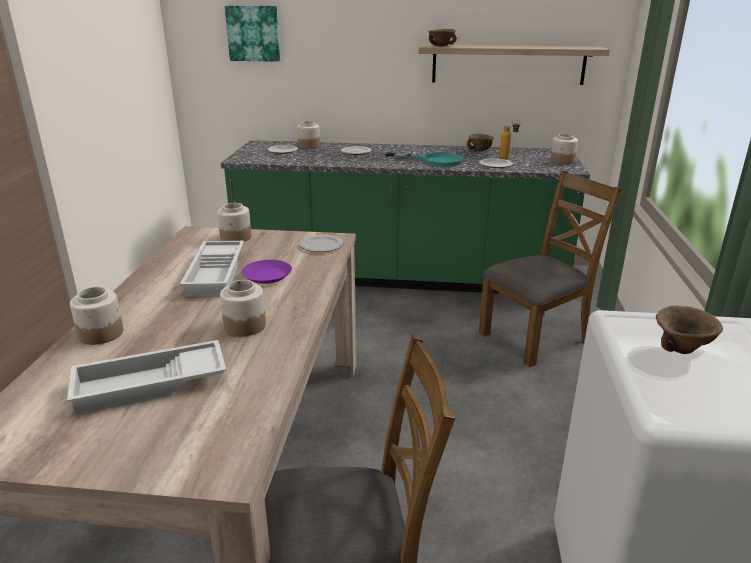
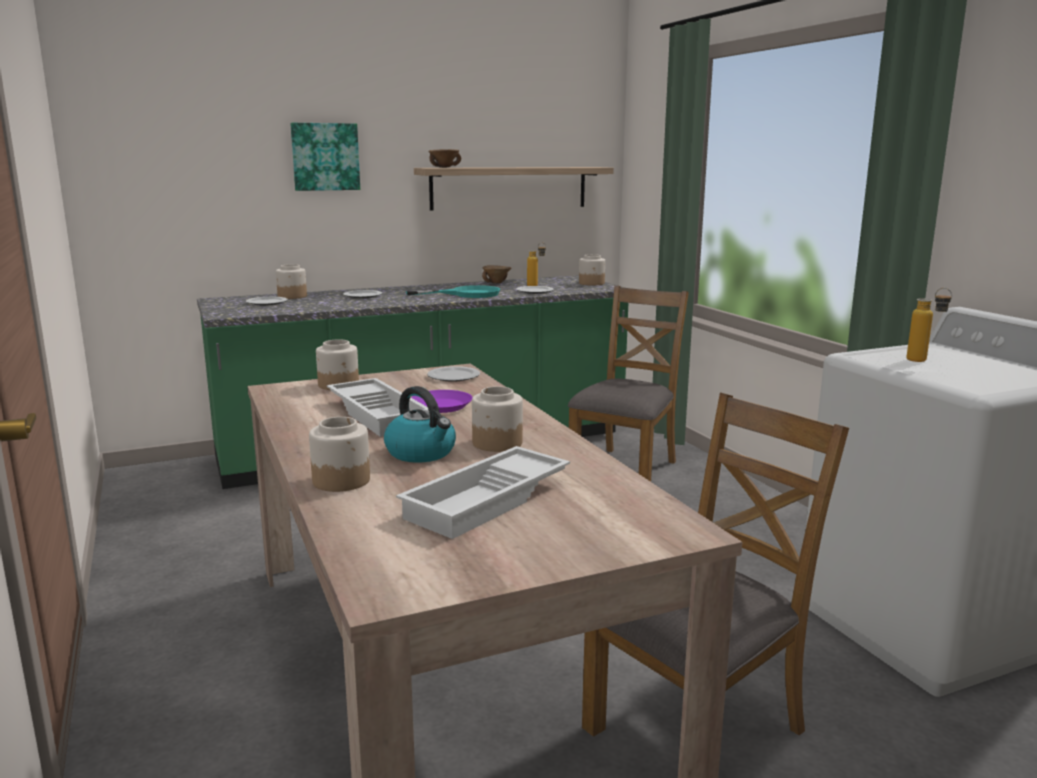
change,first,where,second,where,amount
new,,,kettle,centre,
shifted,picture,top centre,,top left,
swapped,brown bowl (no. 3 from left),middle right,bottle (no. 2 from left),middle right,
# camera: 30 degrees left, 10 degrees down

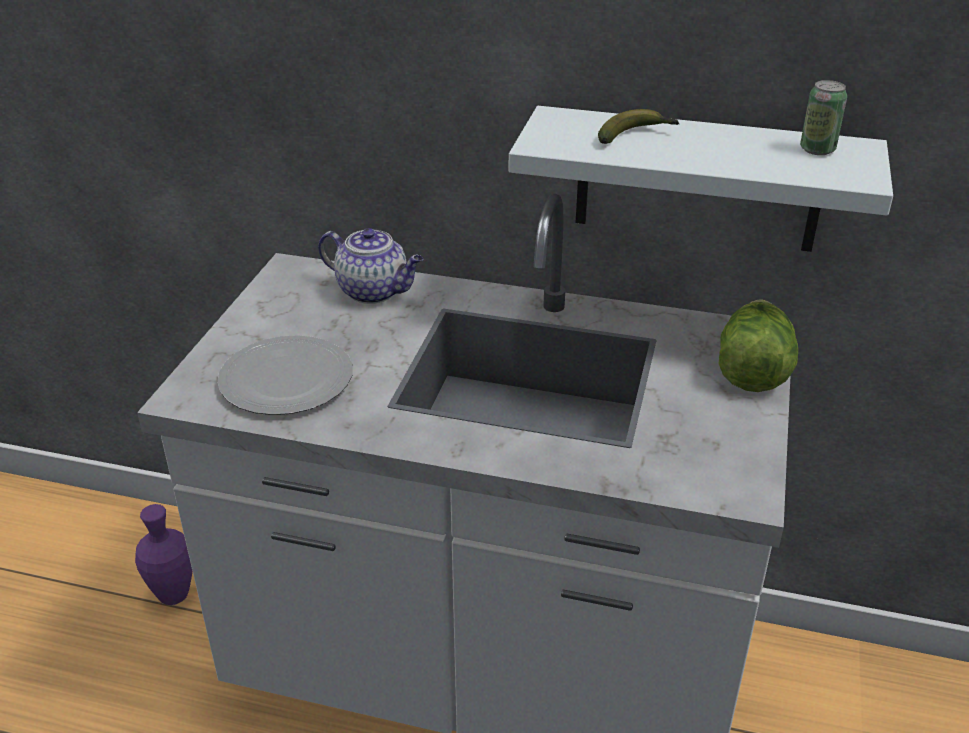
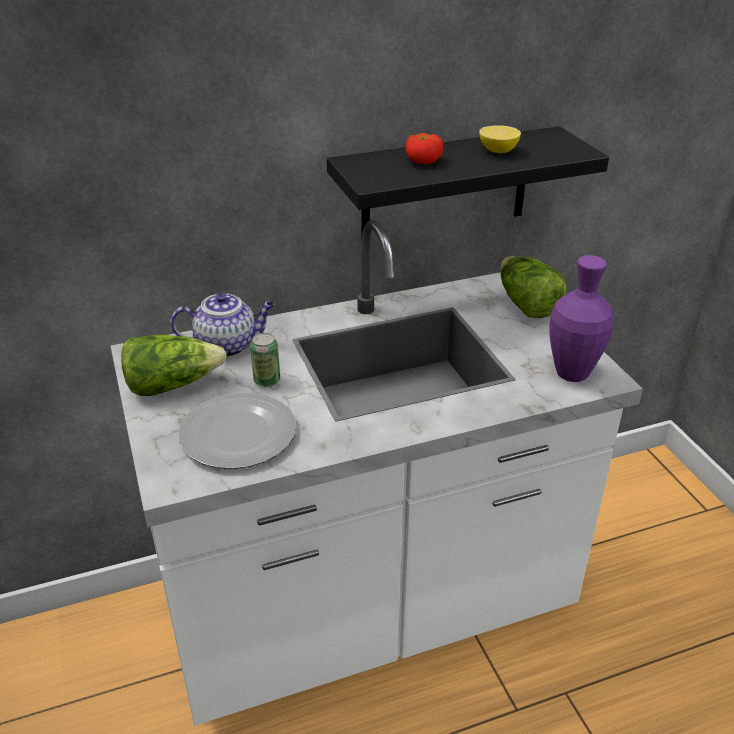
change,first,where,second,where,amount
new,,,lettuce (no. 1 from left),middle left,
new,,,lemon,top right,
shifted,purple vase,bottom left,,middle right,
shifted,can,top right,,centre,
swapped,banana,top centre,tomato,top centre,
repainted,white shelf,top right,black shelf,top centre,
# camera: 35 degrees left, 0 degrees up

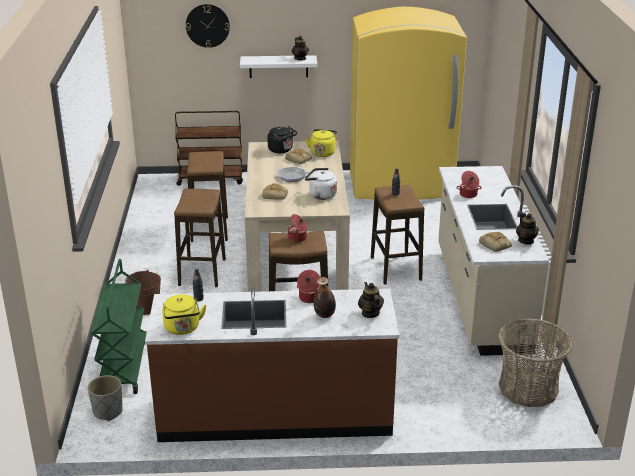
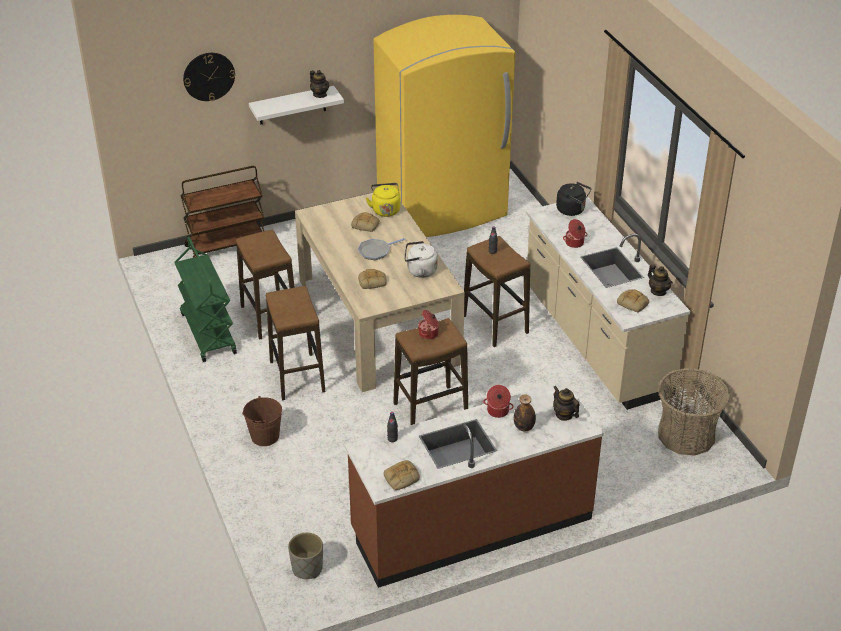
change,first,where,second,where,amount
shifted,green cart,bottom left,,middle left,
shifted,black kettle,top centre,,top right,
swapped,yellow kettle (no. 1 from left),middle left,bread (no. 3 from left),bottom centre,
# camera: 20 degrees left, 10 degrees up

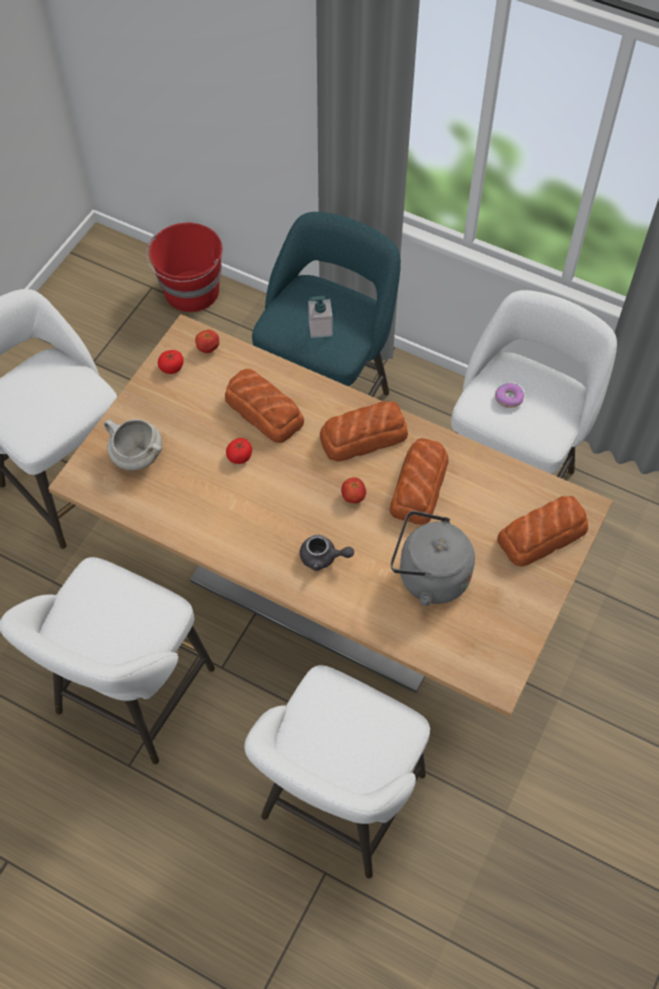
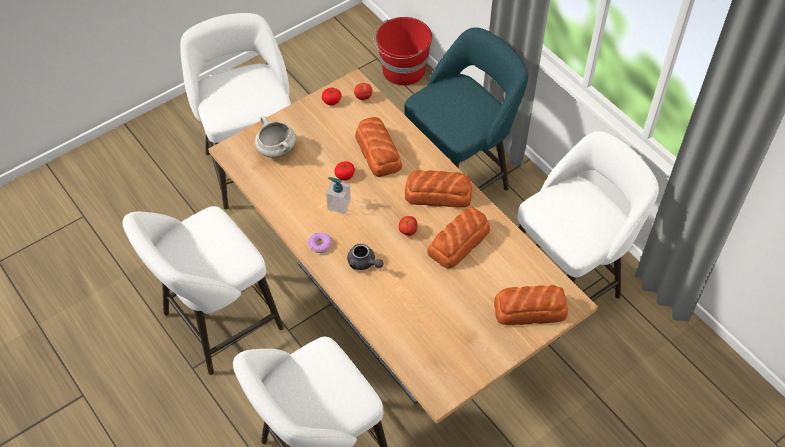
change,first,where,second,where,amount
gone,grey kettle,centre,,,
shifted,soap dispenser,top centre,,centre,
shifted,donut,middle right,,centre,
# camera: 25 degrees right, 5 degrees down

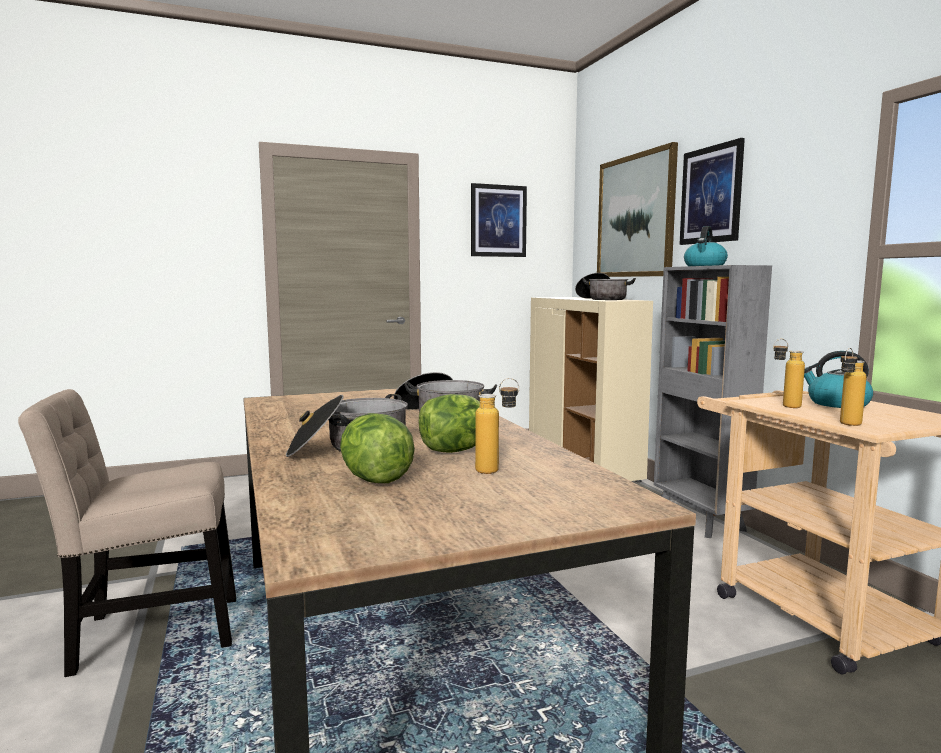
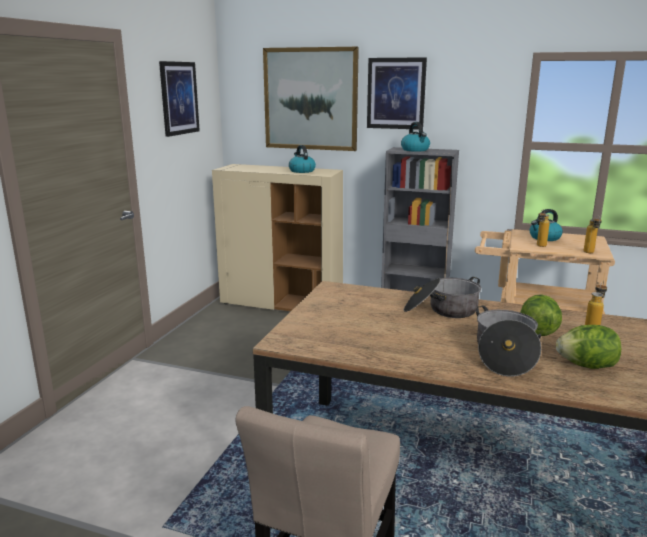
change,first,where,second,where,amount
swapped,cooking pot (no. 3 from left),centre,kettle (no. 1 from left),top centre,
# camera: 50 degrees left, 10 degrees up

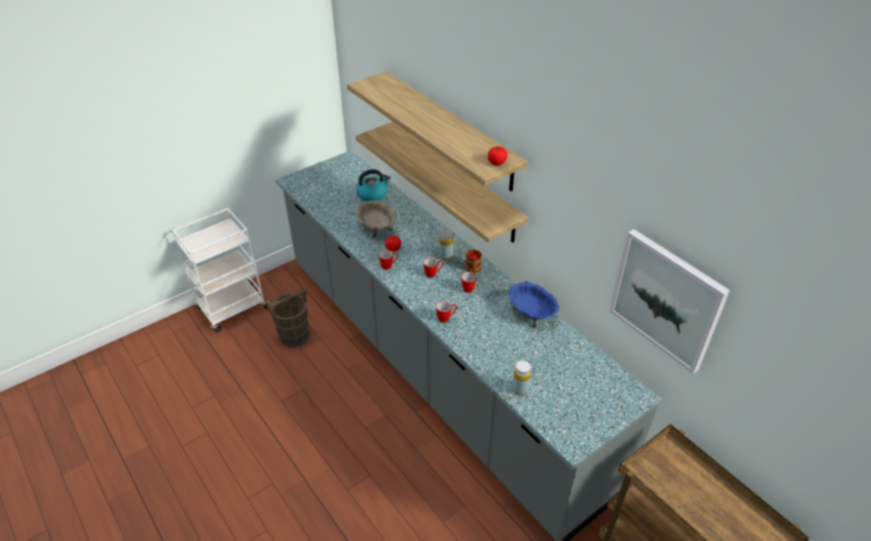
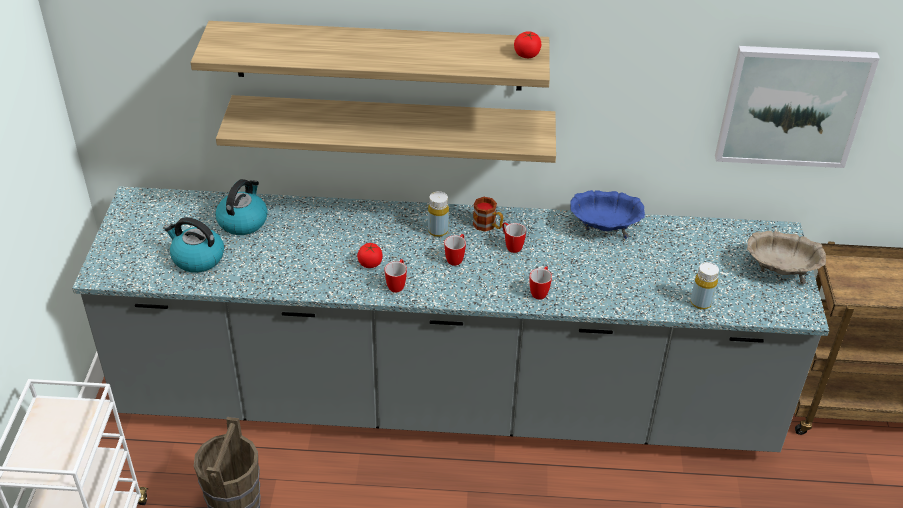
change,first,where,second,where,amount
new,,,kettle (no. 1 from left),middle left,
shifted,beige bowl,centre,,middle right,
# camera: 50 degrees left, 0 degrees up

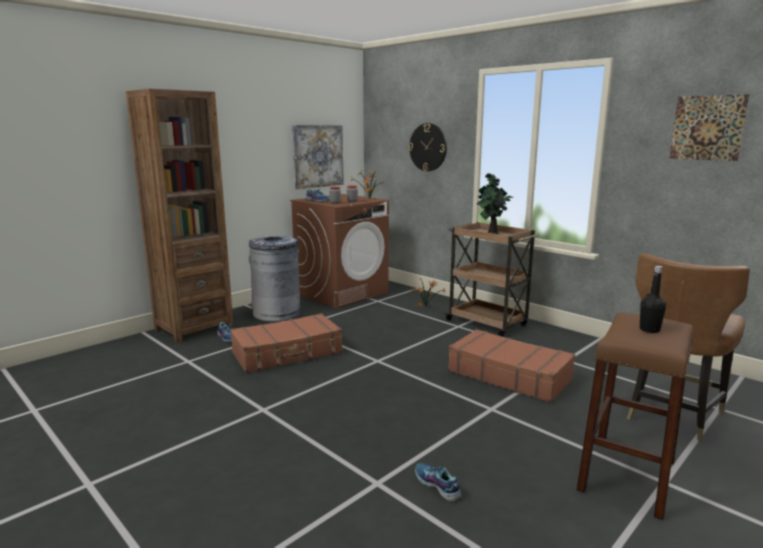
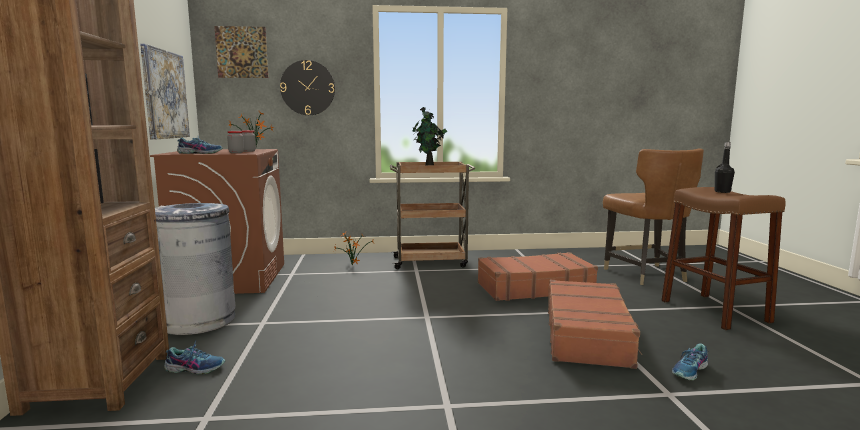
change,first,where,second,where,amount
shifted,brown suitcase (no. 1 from left in the first image),centre,brown suitcase (no. 2 from left),bottom right,
shifted,picture (no. 2 from left),top right,,top left,
rotated,shoe (no. 3 from left),bottom centre,,bottom right,45 degrees counterclockwise
# camera: 50 degrees left, 5 degrees down

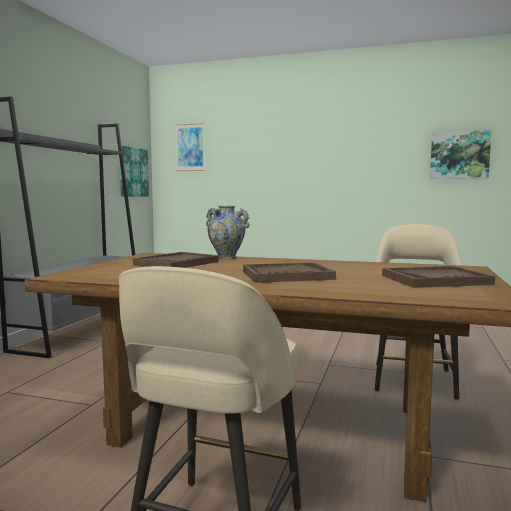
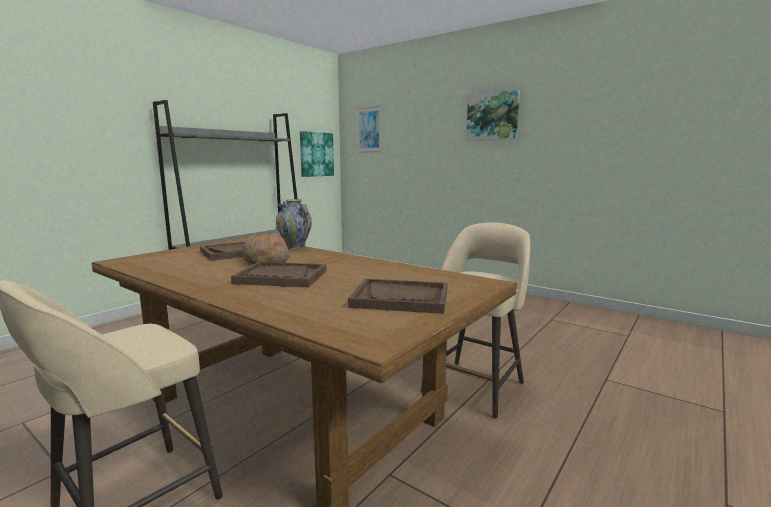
change,first,where,second,where,amount
new,,,bread,centre,
shifted,picture (no. 3 from left),top right,,top centre,
# camera: 20 degrees right, 5 degrees up

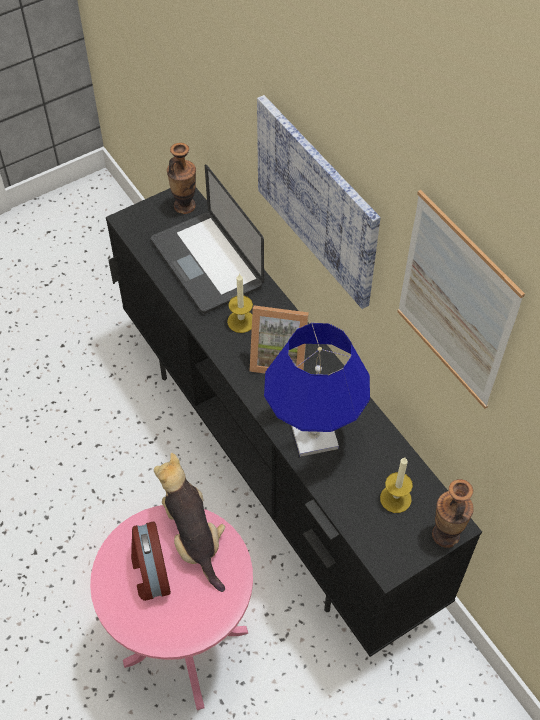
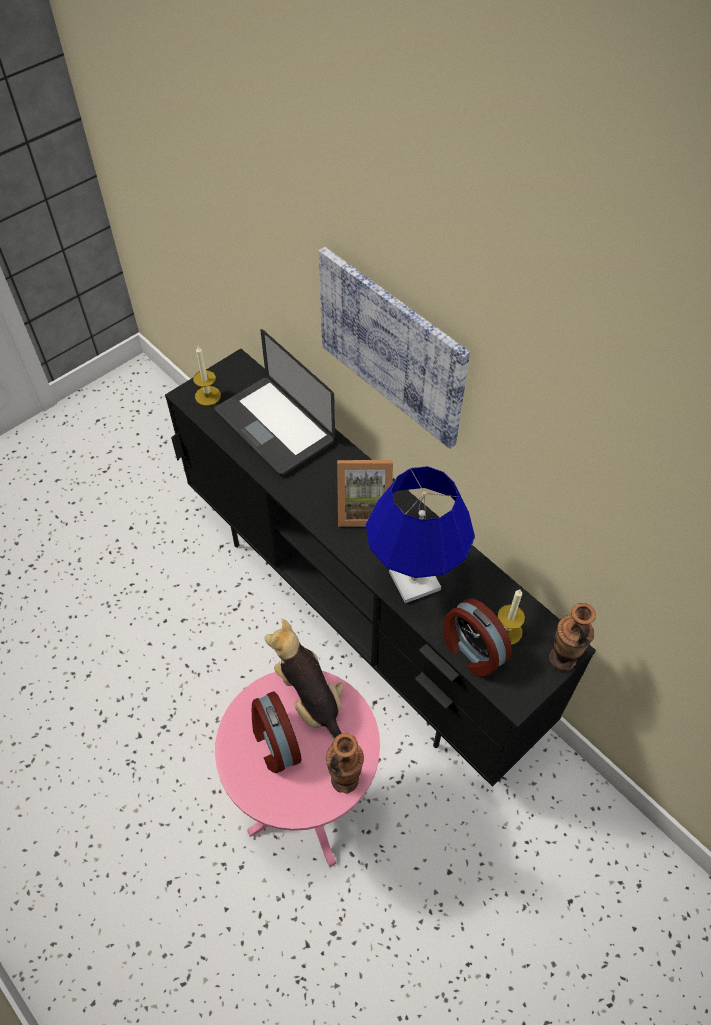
change,first,where,second,where,amount
gone,picture (no. 2 from left),middle right,,,
new,,,alarm clock (no. 2 from left),middle right,
shifted,vase (no. 1 from left),top centre,,bottom centre,
shifted,candle (no. 1 from left),centre,,middle left,
# camera: 10 degrees left, 0 degrees up

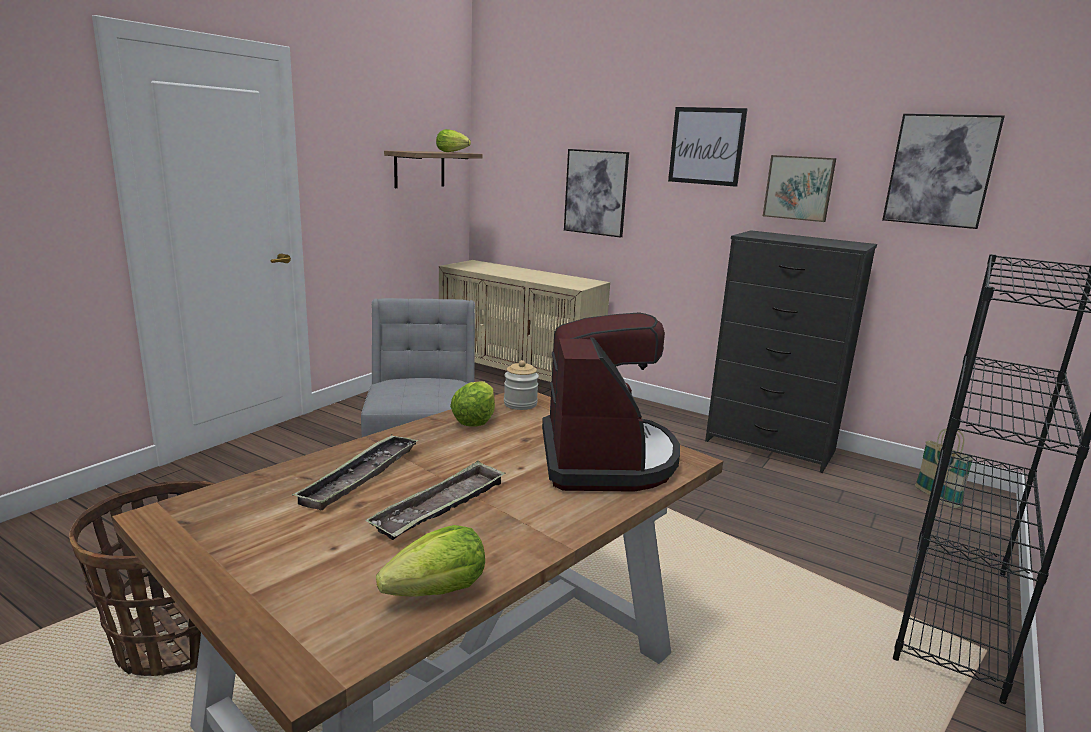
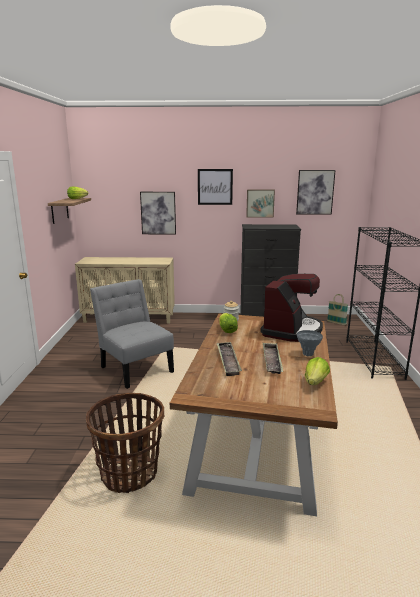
change,first,where,second,where,amount
new,,,grey vase,middle right,
rotated,coffee machine,centre,,middle right,60 degrees clockwise
# camera: 30 degrees left, 0 degrees up

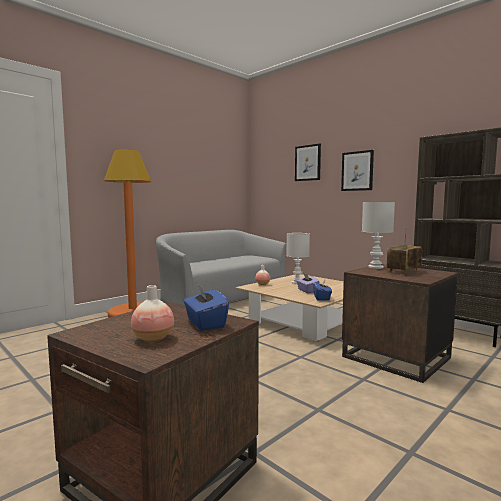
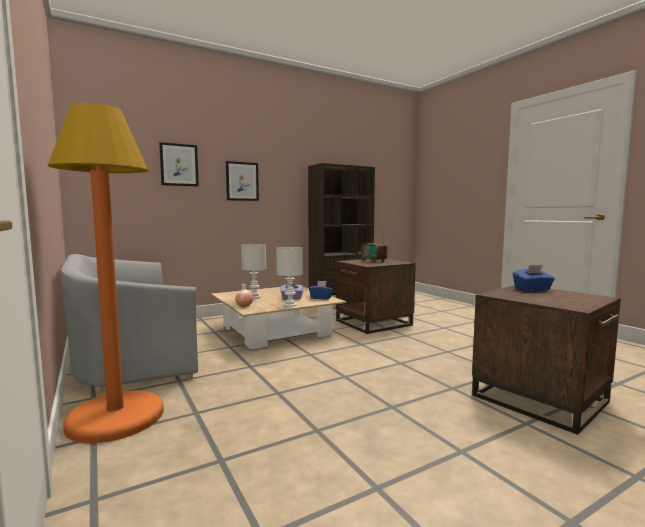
change,first,where,second,where,amount
gone,vase (no. 1 from left),middle left,,,
shifted,white table lamp (no. 2 from left),middle right,,centre,
# camera: 75 degrees left, 0 degrees up

